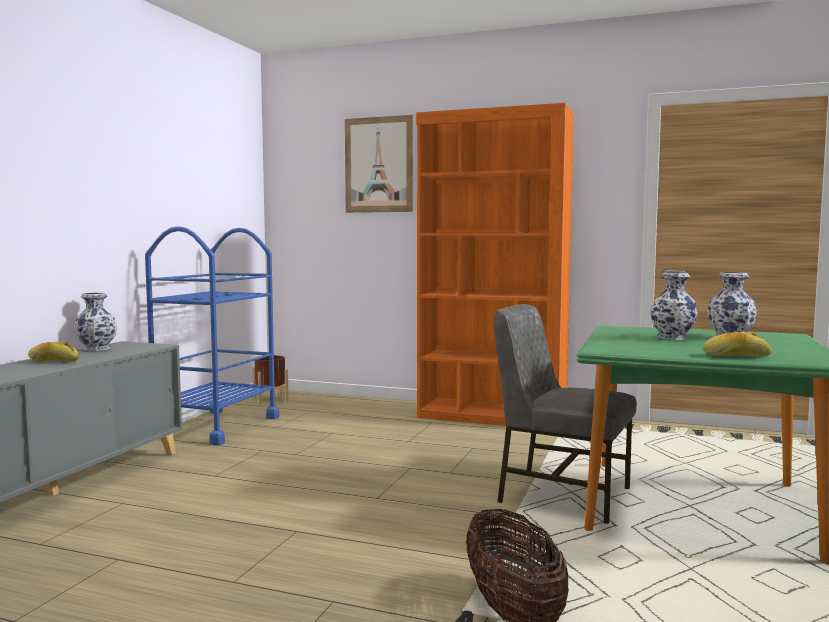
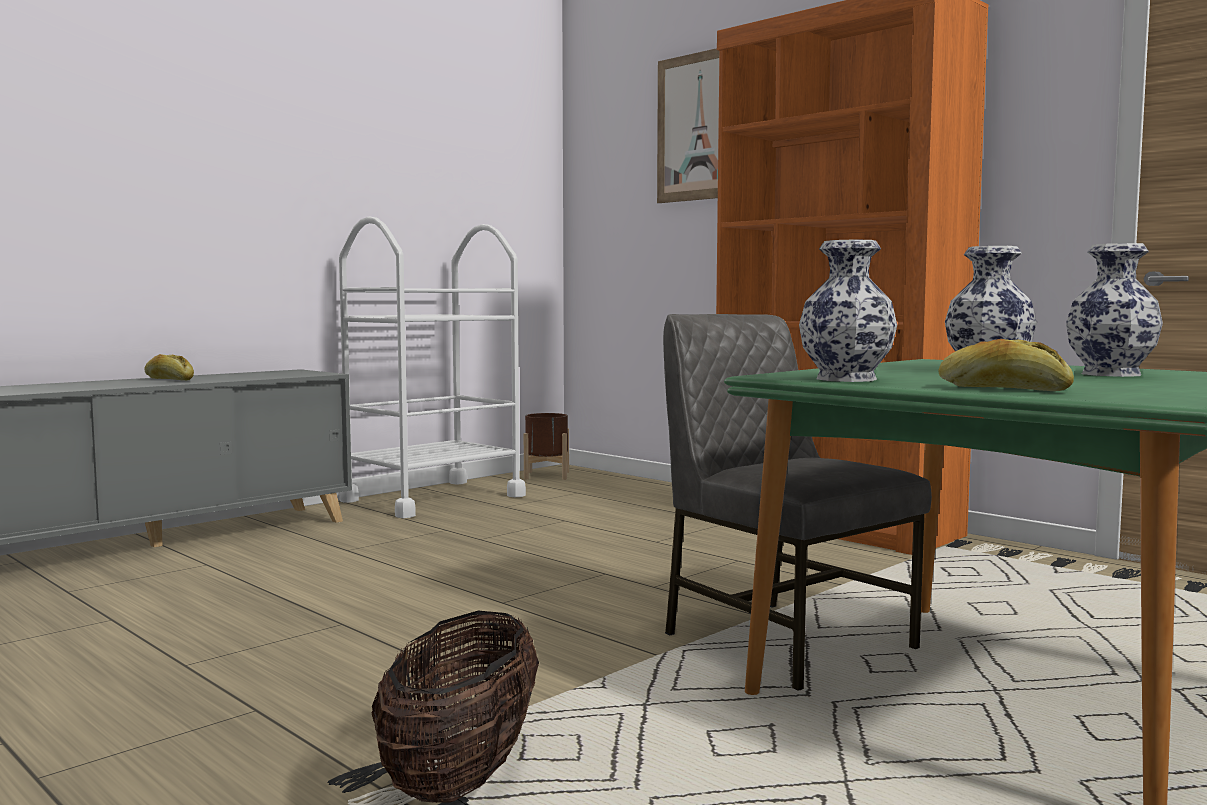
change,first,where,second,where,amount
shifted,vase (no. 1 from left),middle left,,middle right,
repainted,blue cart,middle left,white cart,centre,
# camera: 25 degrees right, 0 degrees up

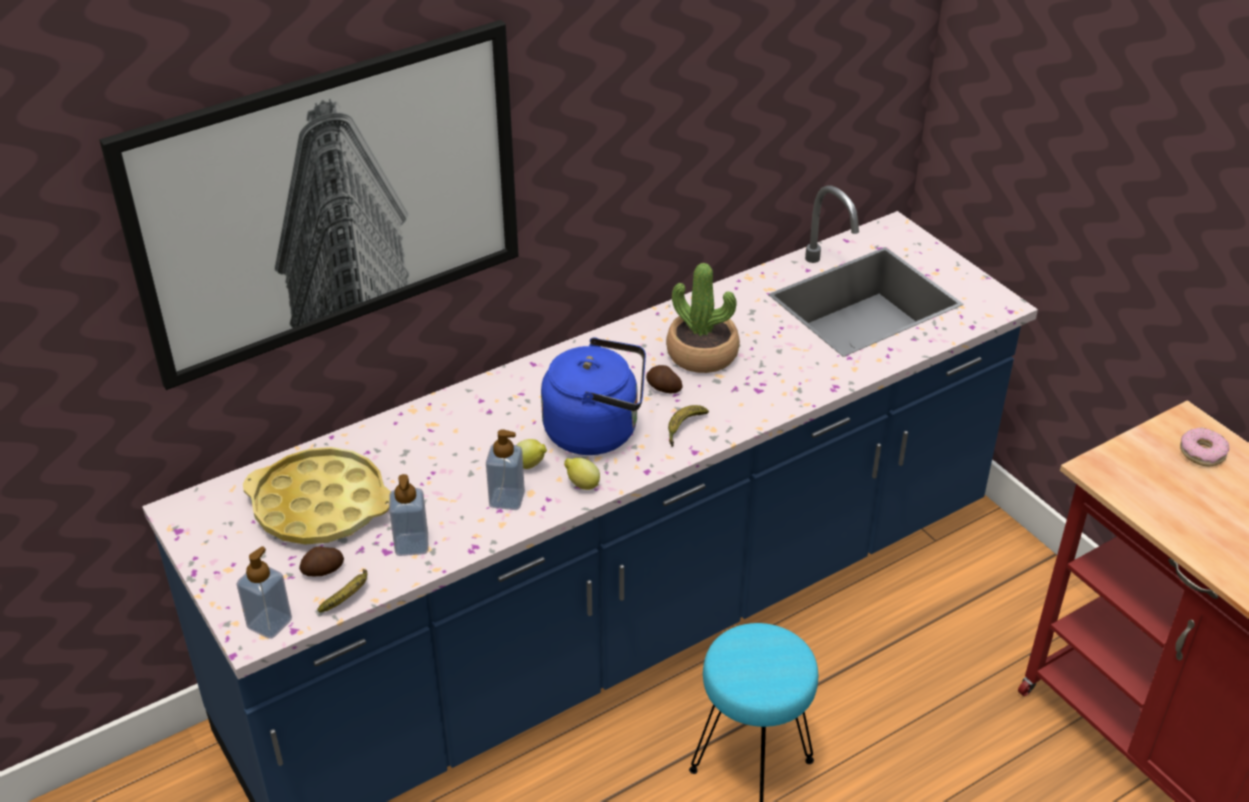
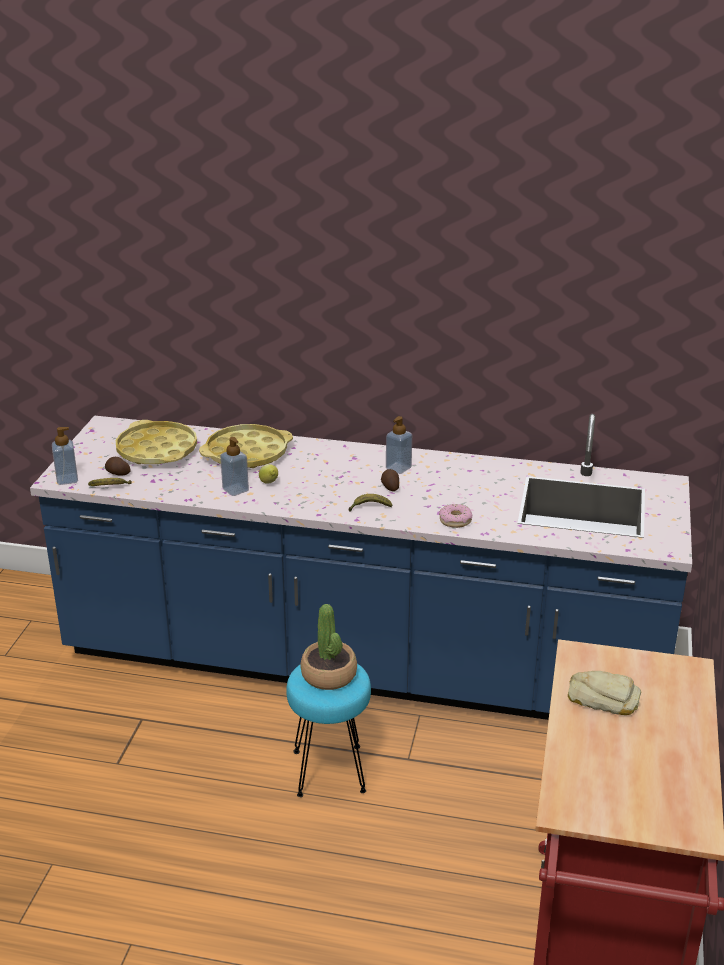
change,first,where,second,where,amount
gone,picture,top left,,,
gone,blue kettle,centre,,,
gone,lemon (no. 2 from left),centre,,,
new,,,yellow tray (no. 2 from left),centre,
new,,,bread,bottom right,
shifted,soap dispenser (no. 2 from left in the first image),middle left,soap dispenser (no. 3 from left),centre,
shifted,potted plant,centre,,bottom centre,
shifted,donut,middle right,,centre,
# camera: 45 degrees right, 10 degrees down

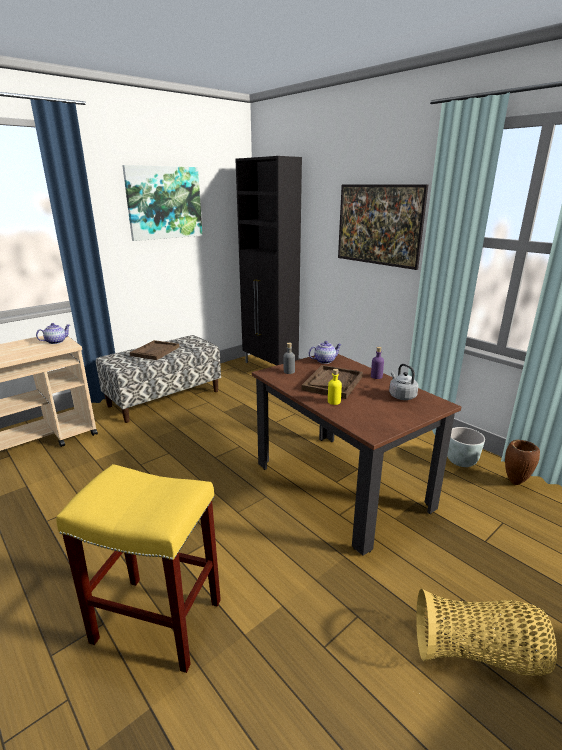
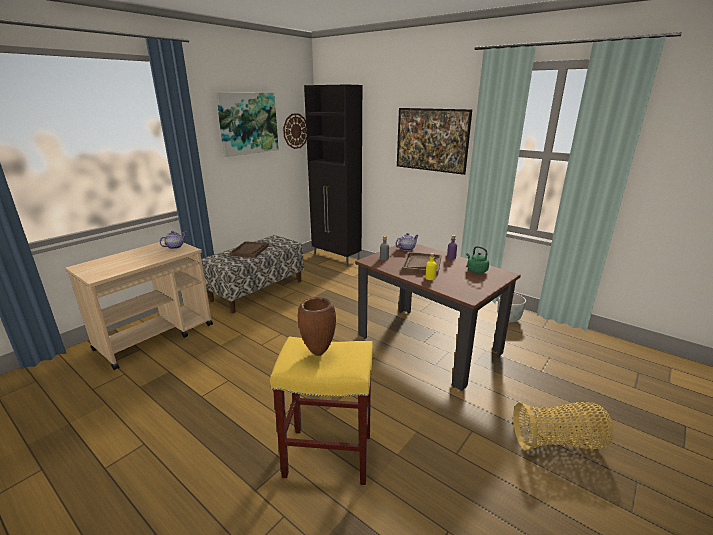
change,first,where,second,where,amount
new,,,wall clock,top centre,
shifted,brown vase,middle right,,centre,
repainted,grey kettle,middle right,green kettle,middle right,
# camera: 10 degrees left, 0 degrees up

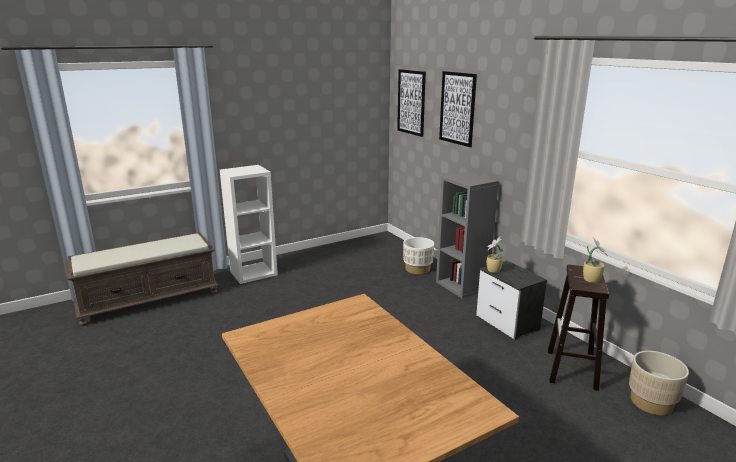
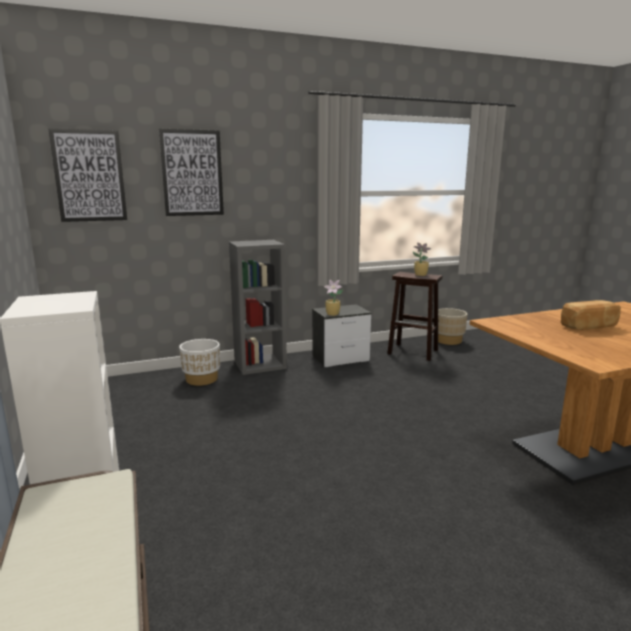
change,first,where,second,where,amount
new,,,bread,middle right,
# camera: 80 degrees left, 5 degrees down

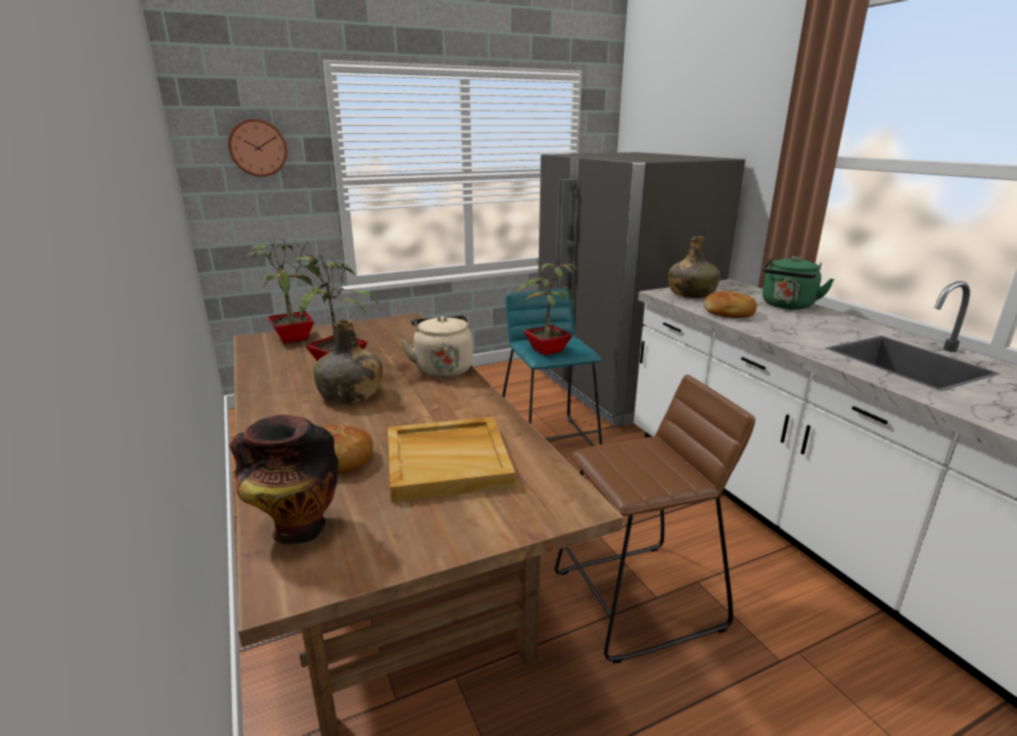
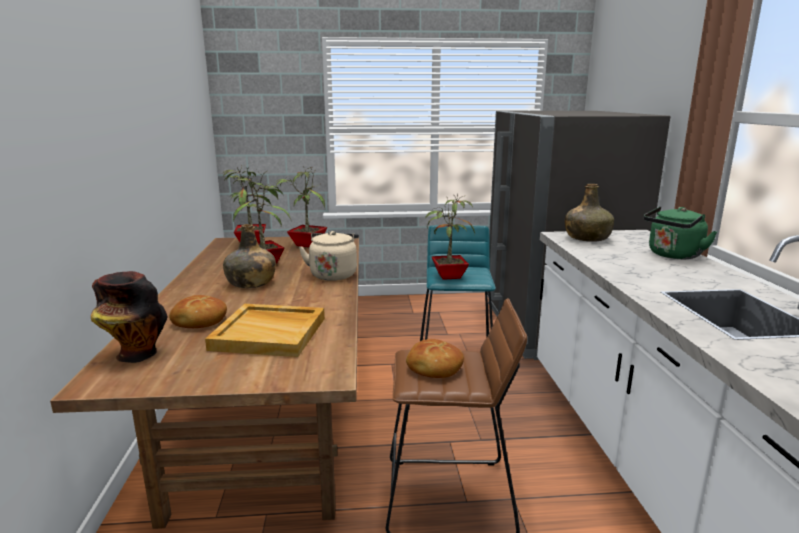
change,first,where,second,where,amount
gone,wall clock,top left,,,
new,,,potted plant (no. 3 from left),centre,
shifted,bread (no. 2 from left),middle right,,bottom centre,
# camera: 20 degrees right, 5 degrees down

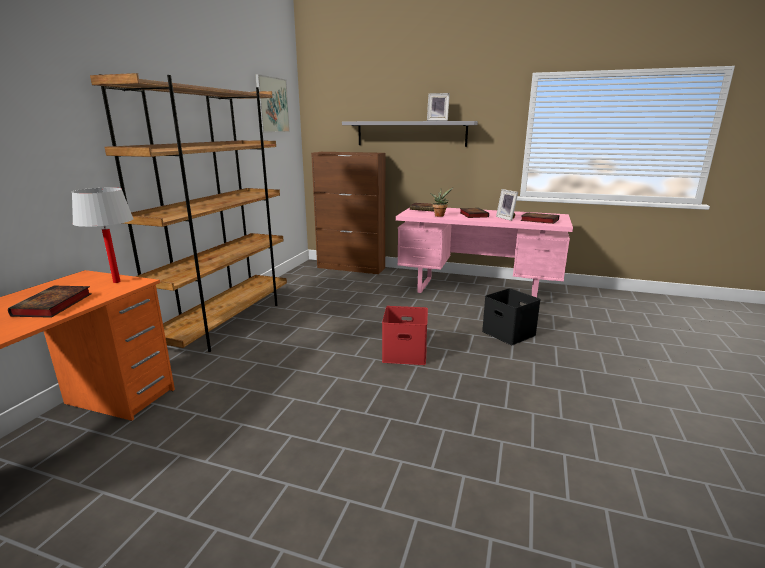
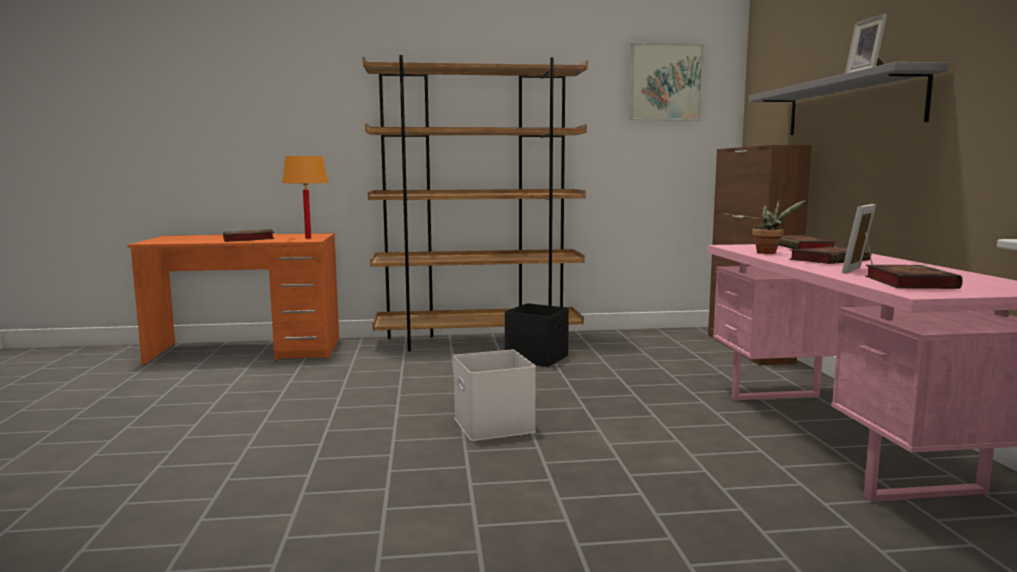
change,first,where,second,where,amount
shifted,black storage box,middle right,,centre,
repainted,white table lamp,middle left,orange table lamp,middle left,
repainted,red storage box,centre,white storage box,bottom centre,
# camera: 65 degrees right, 10 degrees down

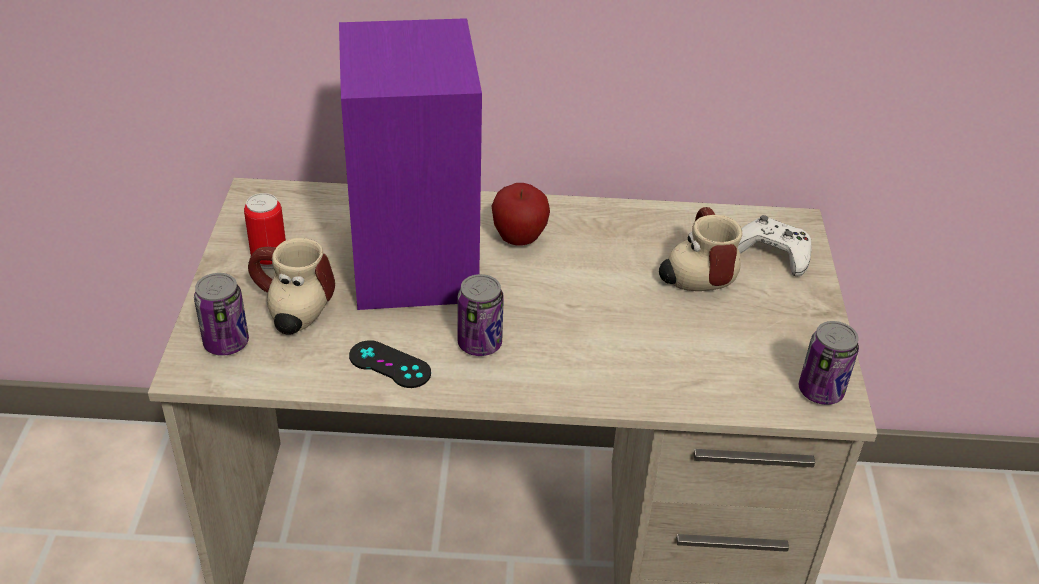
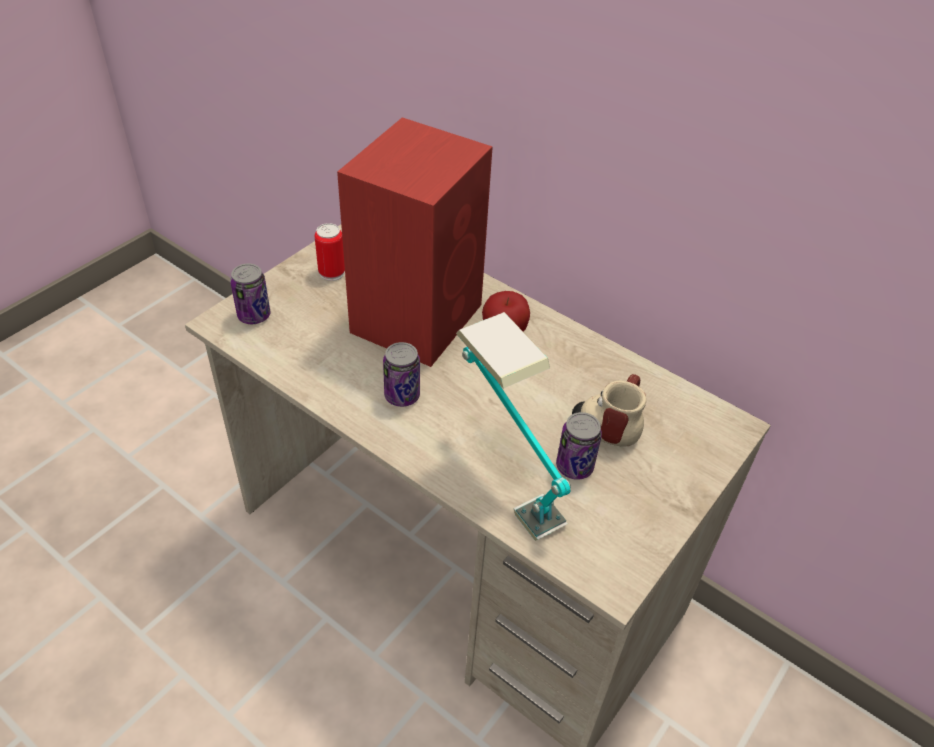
change,first,where,second,where,amount
gone,mug (no. 1 from left),middle left,,,
gone,black game controller,centre,,,
gone,white game controller,middle right,,,
new,,,table lamp,centre,
shifted,can (no. 4 from left),middle right,,centre,
repainted,purple speaker,top centre,red speaker,top centre,
# camera: 35 degrees right, 5 degrees up

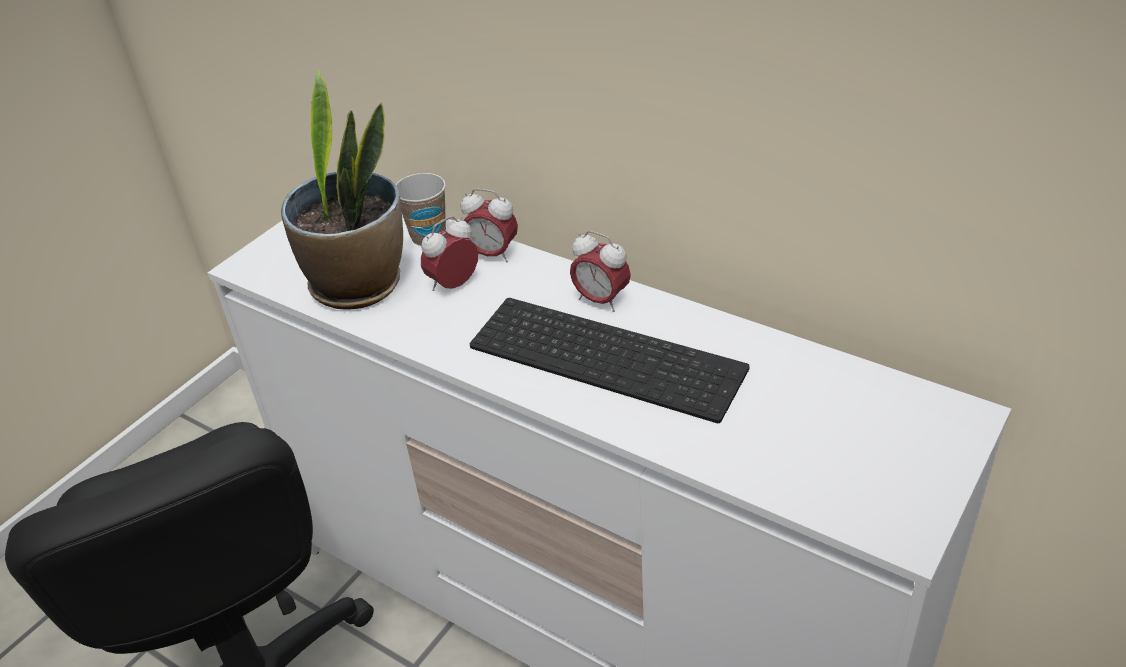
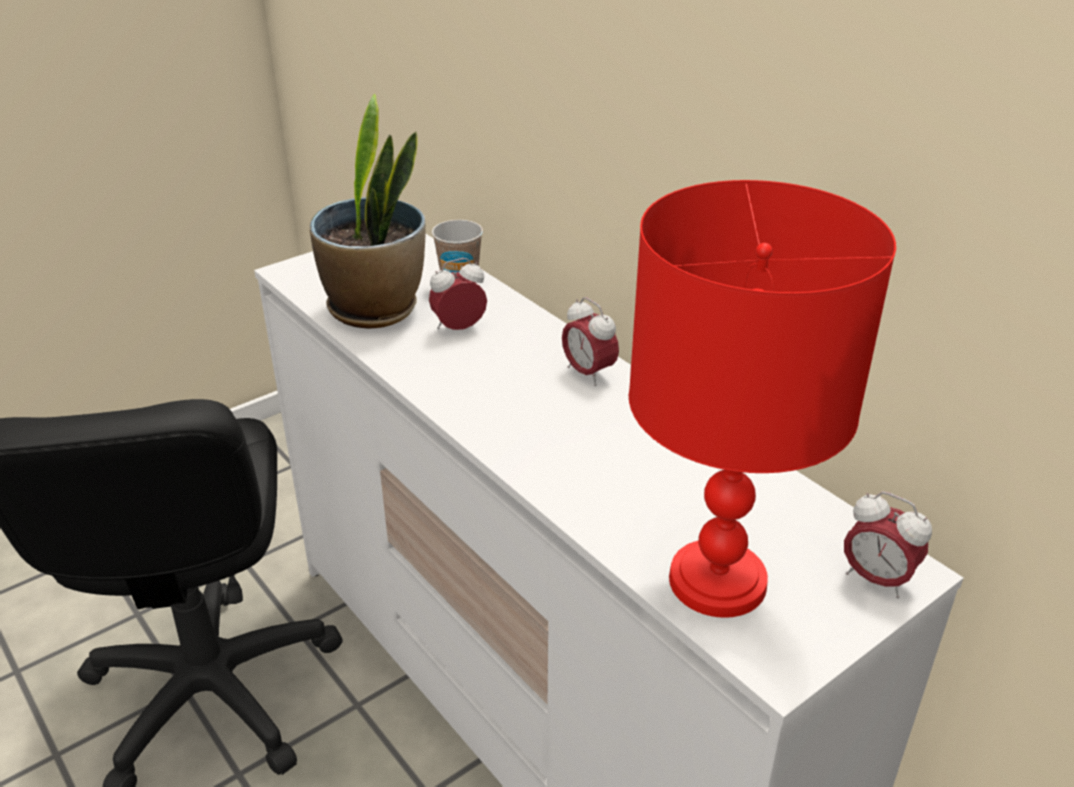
change,first,where,second,where,amount
gone,keyboard,centre,,,
new,,,red table lamp,middle right,
shifted,alarm clock (no. 2 from left in the first image),centre,alarm clock (no. 3 from left),bottom right,
# camera: 15 degrees right, 5 degrees down

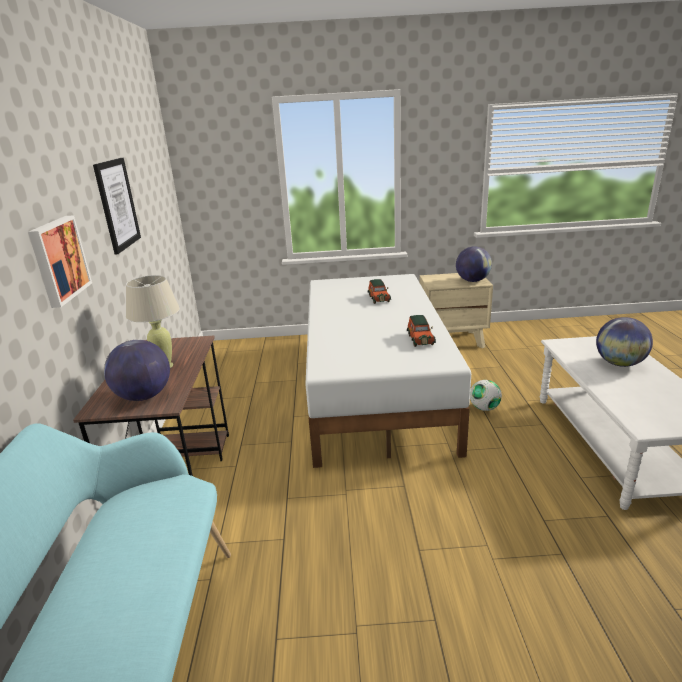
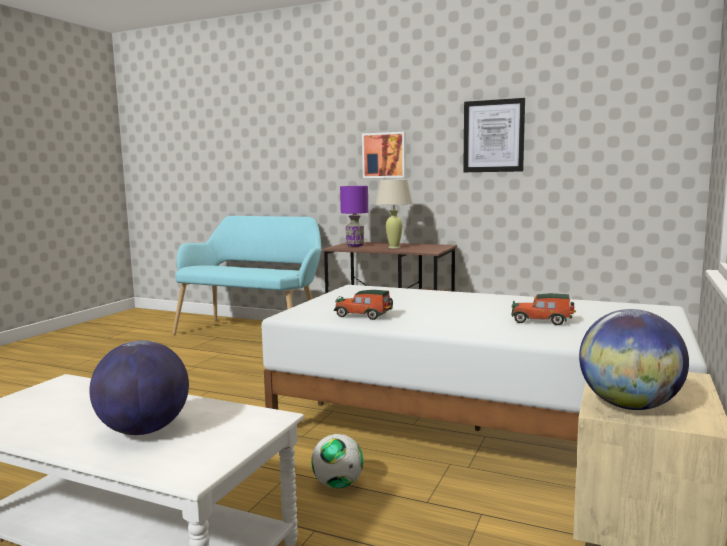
change,first,where,second,where,amount
swapped,globe (no. 1 from left),middle left,purple table lamp,centre,
# camera: 115 degrees right, 15 degrees down

